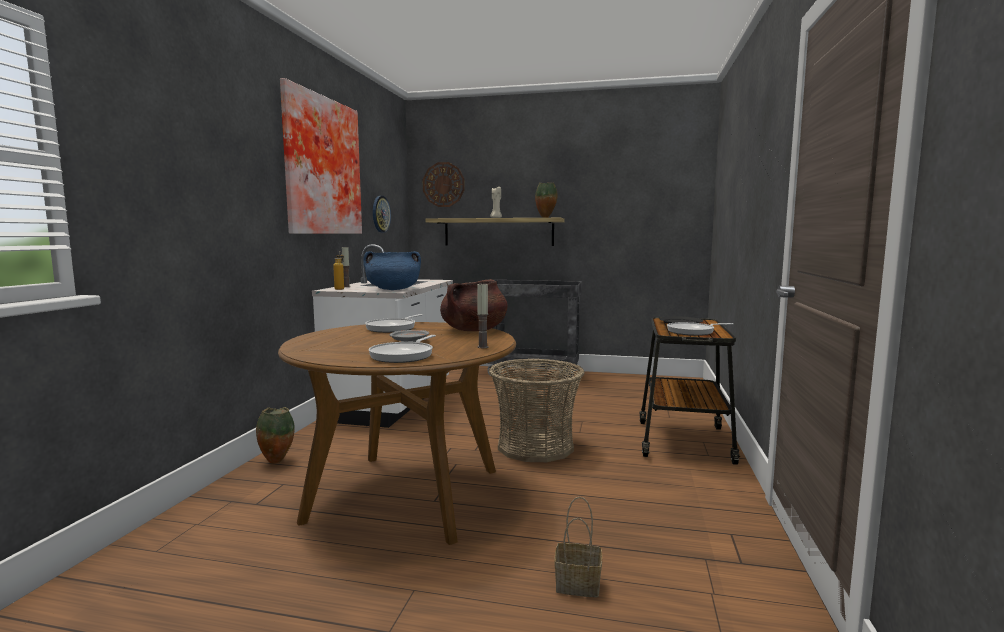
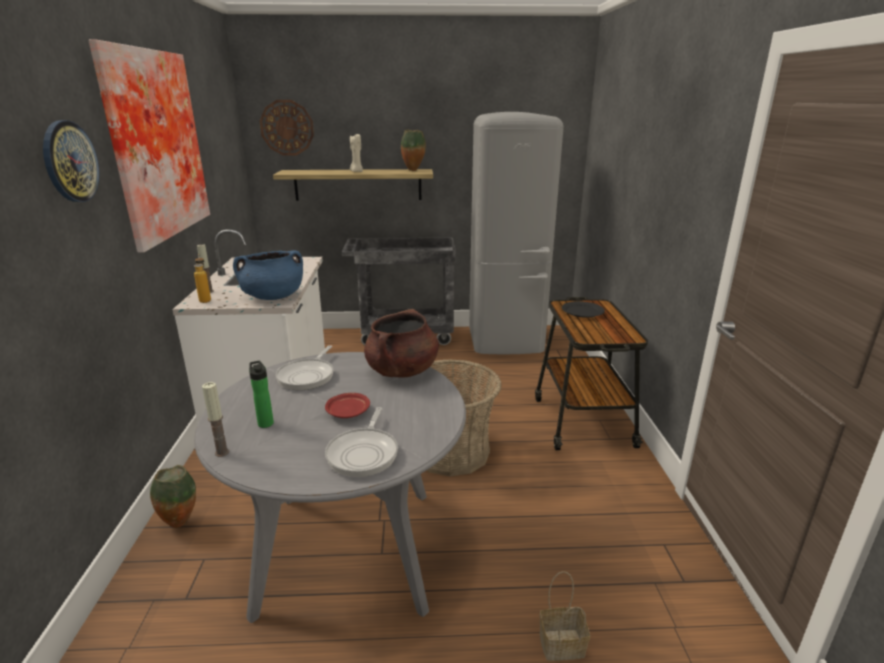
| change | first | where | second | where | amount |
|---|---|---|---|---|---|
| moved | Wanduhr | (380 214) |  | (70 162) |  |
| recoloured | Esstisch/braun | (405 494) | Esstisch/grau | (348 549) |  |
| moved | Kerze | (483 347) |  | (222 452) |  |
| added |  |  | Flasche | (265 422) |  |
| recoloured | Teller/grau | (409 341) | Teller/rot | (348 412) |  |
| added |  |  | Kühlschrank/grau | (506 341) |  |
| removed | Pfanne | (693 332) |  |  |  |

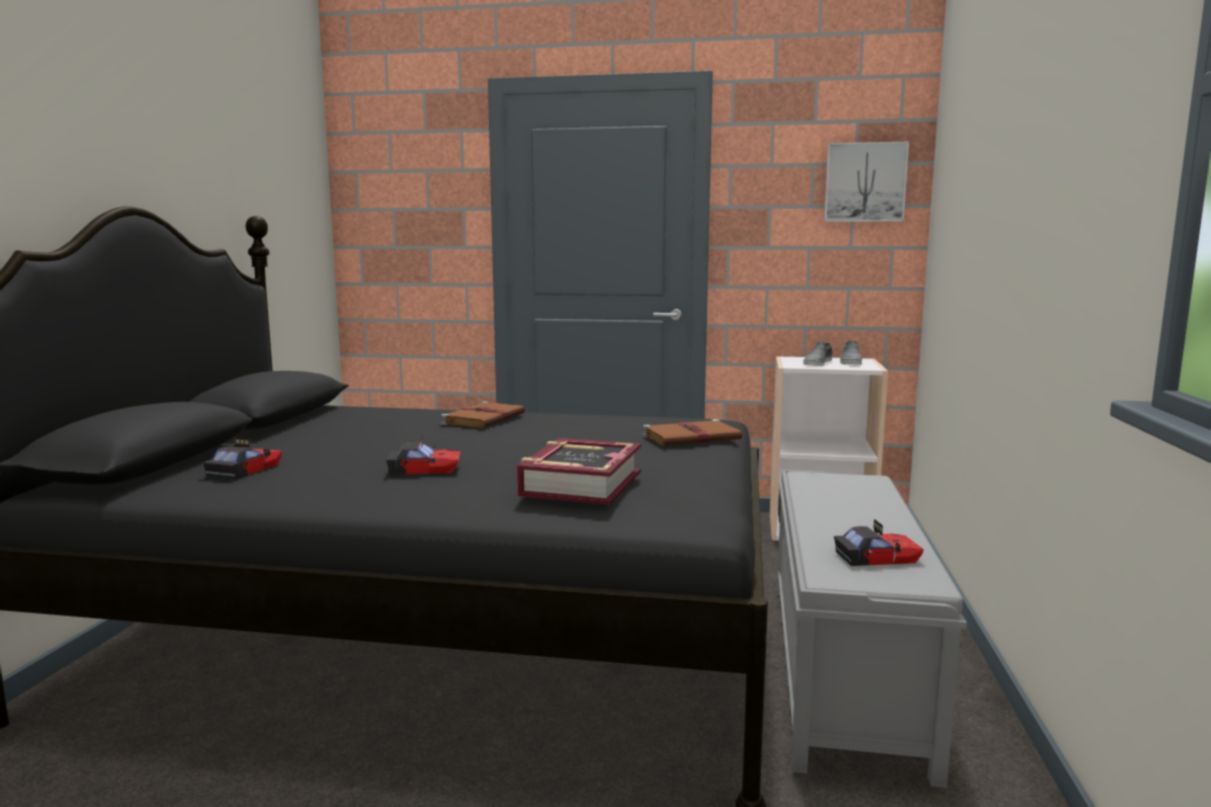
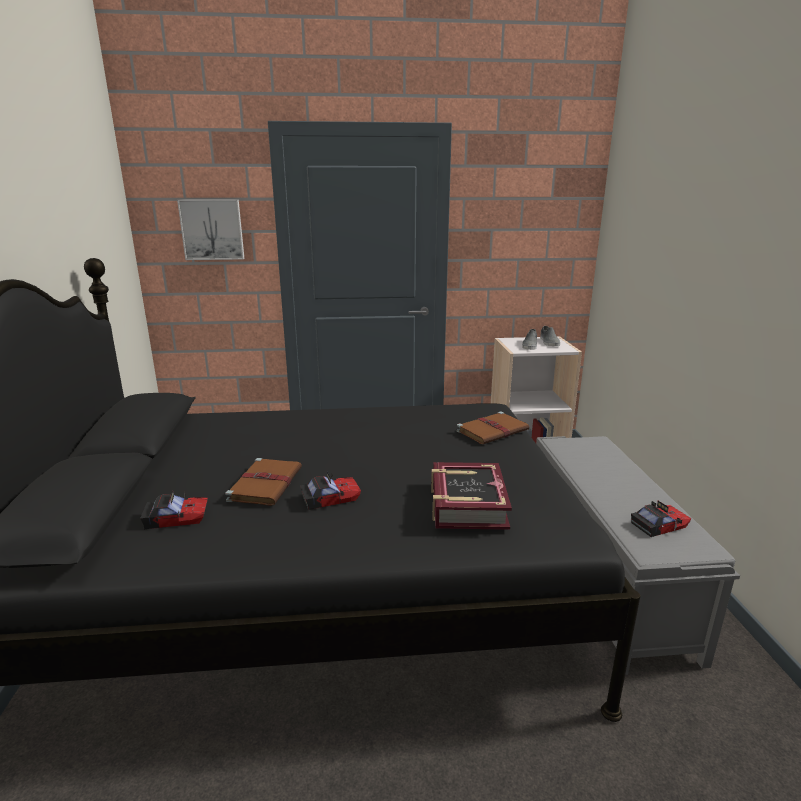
| change | first | where | second | where | amount |
|---|---|---|---|---|---|
| turned | Spielzeugauto | (244 469) |  | (176 517) | 75 degrees clockwise |
| moved | Bild | (865 182) |  | (212 229) |  |
| moved | Buch/braun | (484 418) |  | (266 483) |  |

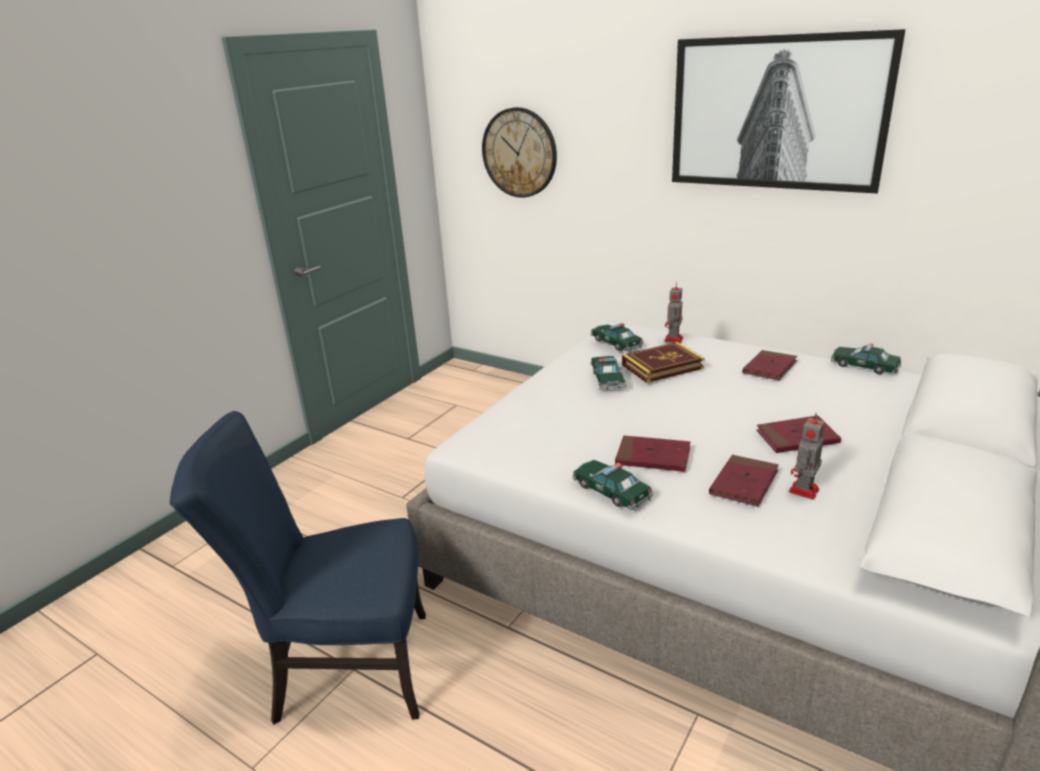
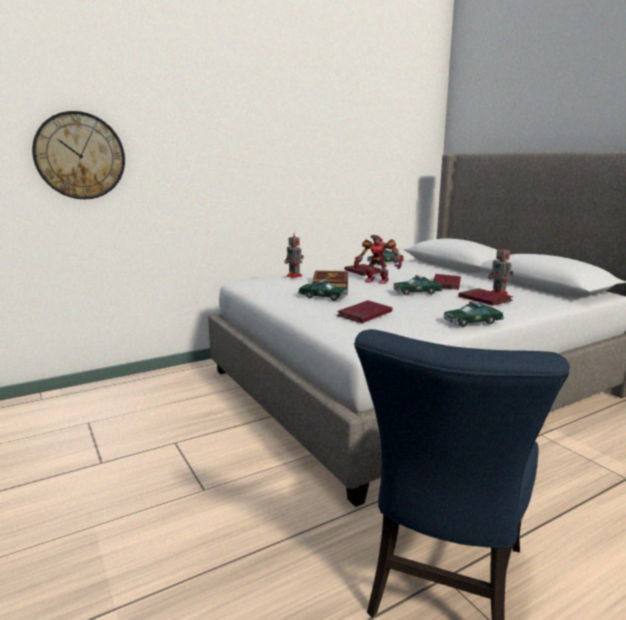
| change | first | where | second | where | amount |
|---|---|---|---|---|---|
| moved | Buch/rot | (653 457) |  | (364 314) |  |
| added |  |  | Spielzeugroboter | (377 280) |  |
| moved | Spielzeugauto | (616 343) |  | (417 292) |  |
| removed | Bild | (777 113) |  |  |  |

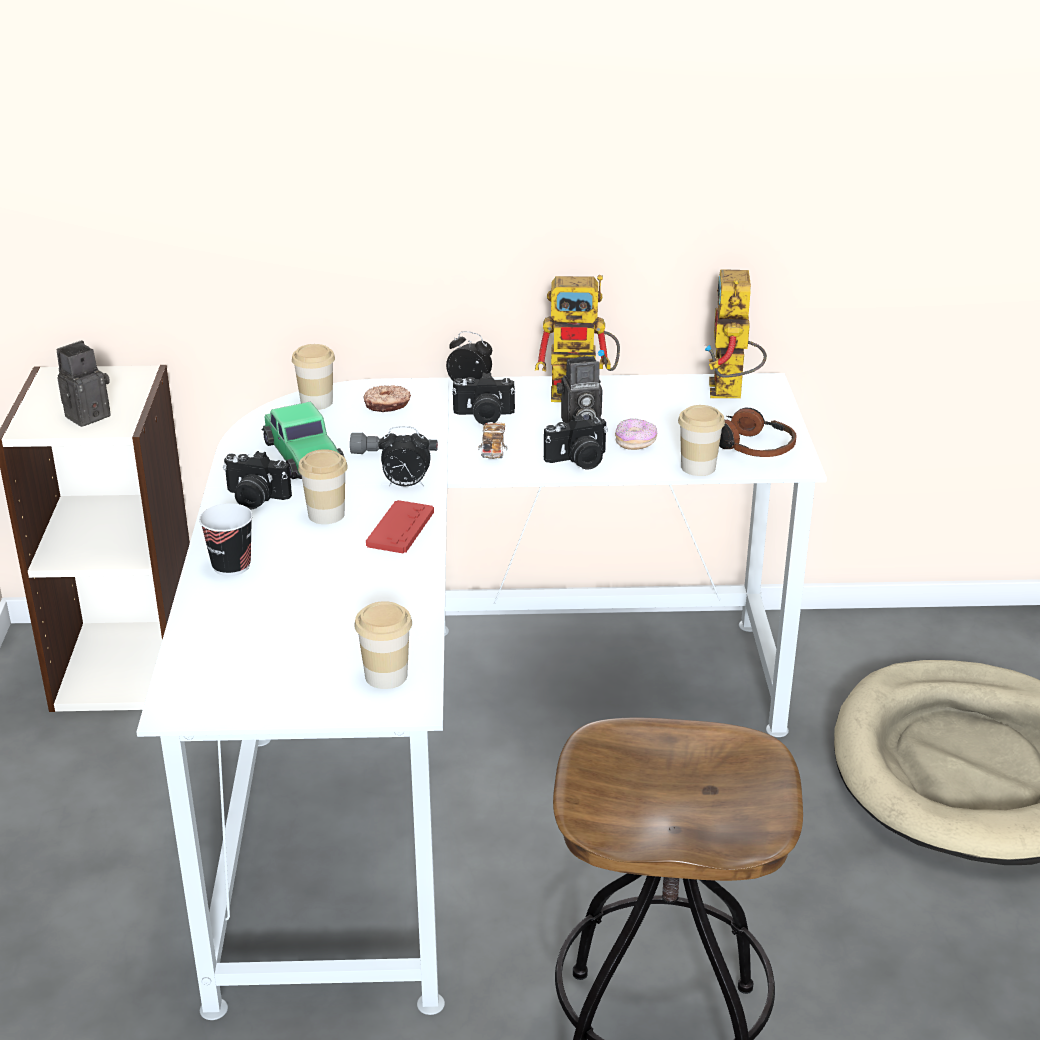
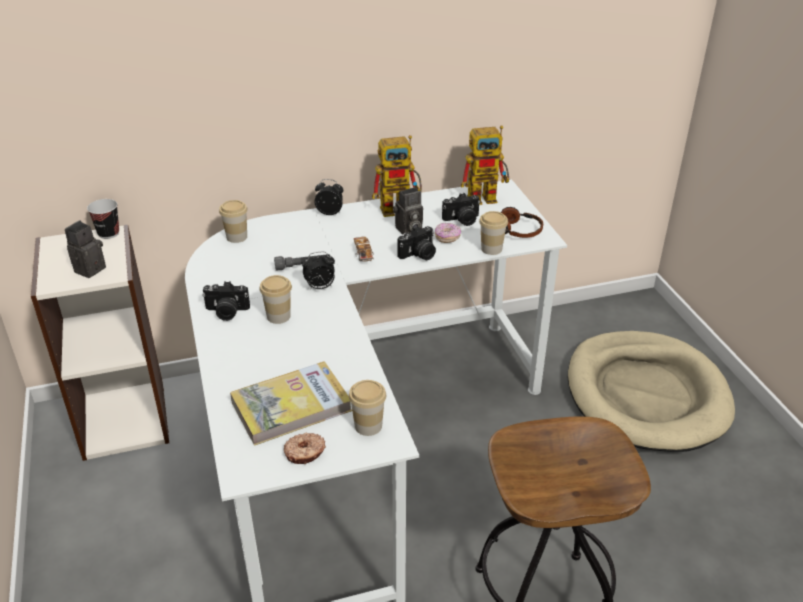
| change | first | where | second | where | amount |
|---|---|---|---|---|---|
| moved | Tasse | (231 566) |  | (108 233) |  |
| added |  |  | Buch | (291 406) |  |
| moved | Donut | (387 405) |  | (305 453) |  |
| moved | Kamera | (483 417) |  | (462 220) |  |
| turned | Spielzeugroboter | (730 394) |  | (487 197) | 90 degrees counterclockwise |
| removed | Spielzeugauto | (303 456) |  |  |  |
| removed | Gamepad/rot | (400 528) |  |  |  |

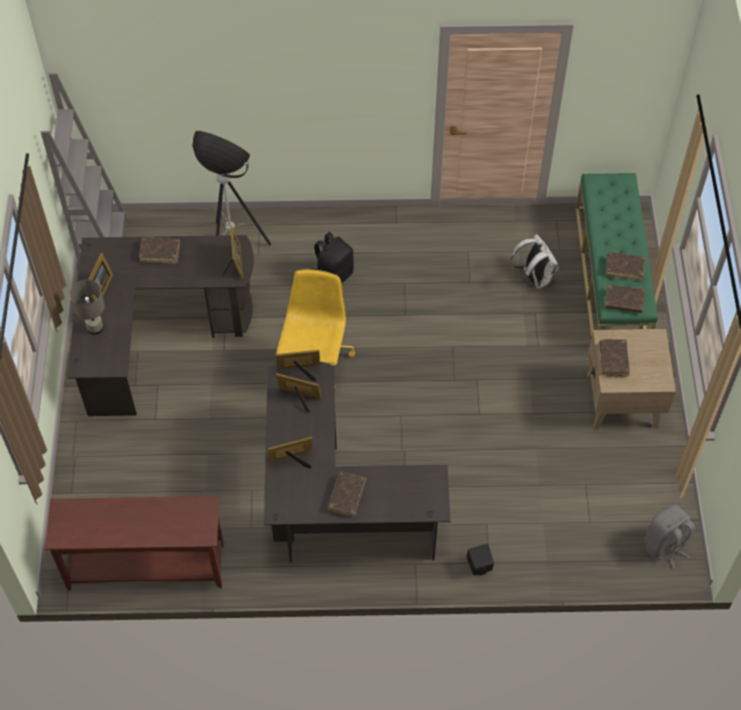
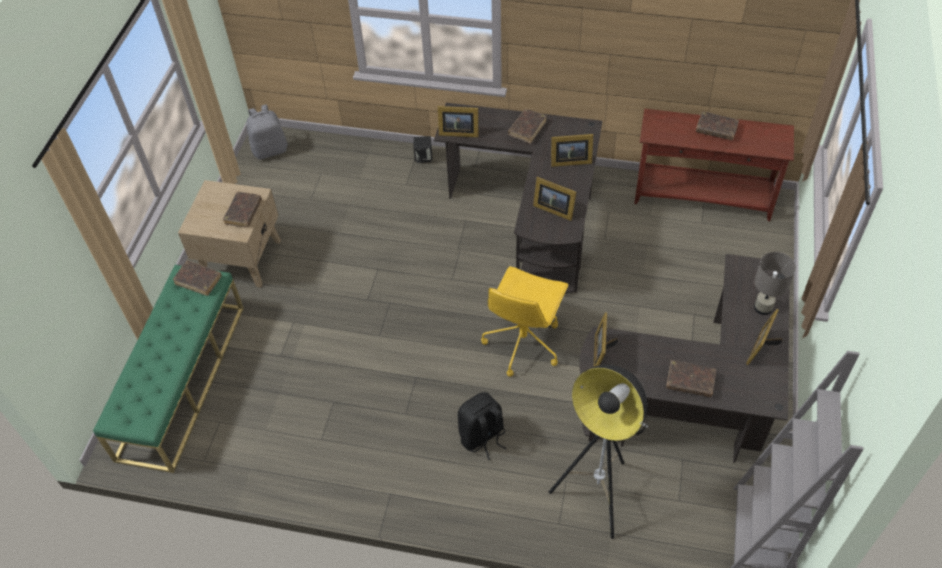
| change | first | where | second | where | amount |
|---|---|---|---|---|---|
| moved | Bilderrahmen | (300 371) |  | (457 132) |  |
| moved | Buch/braun | (624 268) |  | (716 129) |  |
| removed | Rucksack/weiß | (534 278) |  |  |  |

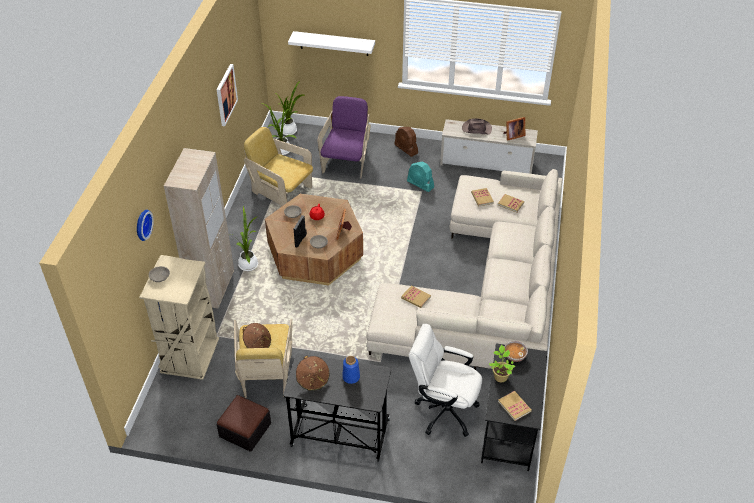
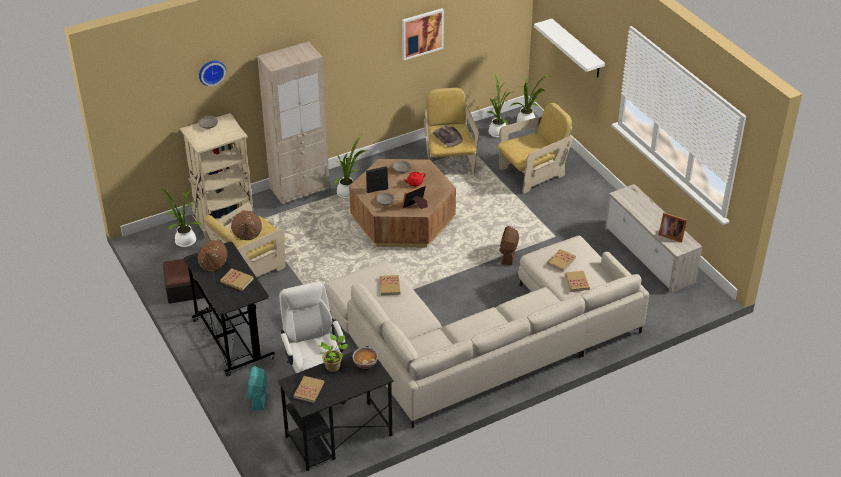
| change | first | where | second | where | amount |
|---|---|---|---|---|---|
| added |  |  | Topfpflanze | (184 240) |  |
| replaced | Vase/blau | (351 377) | Buch | (236 280) |  |
| moved | Ventilator/türkis | (420 184) |  | (258 397) |  |
| moved | Hut/braun | (476 128) |  | (447 137) |  |
| recoloured | Sessel/lila | (346 162) | Sessel/gelb | (532 174) |  |
| moved | Ventilator/braun | (406 149) |  | (508 254) |  |

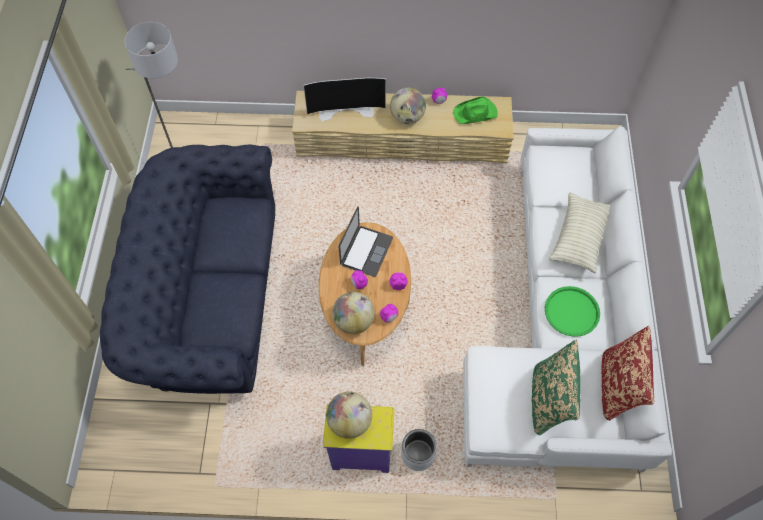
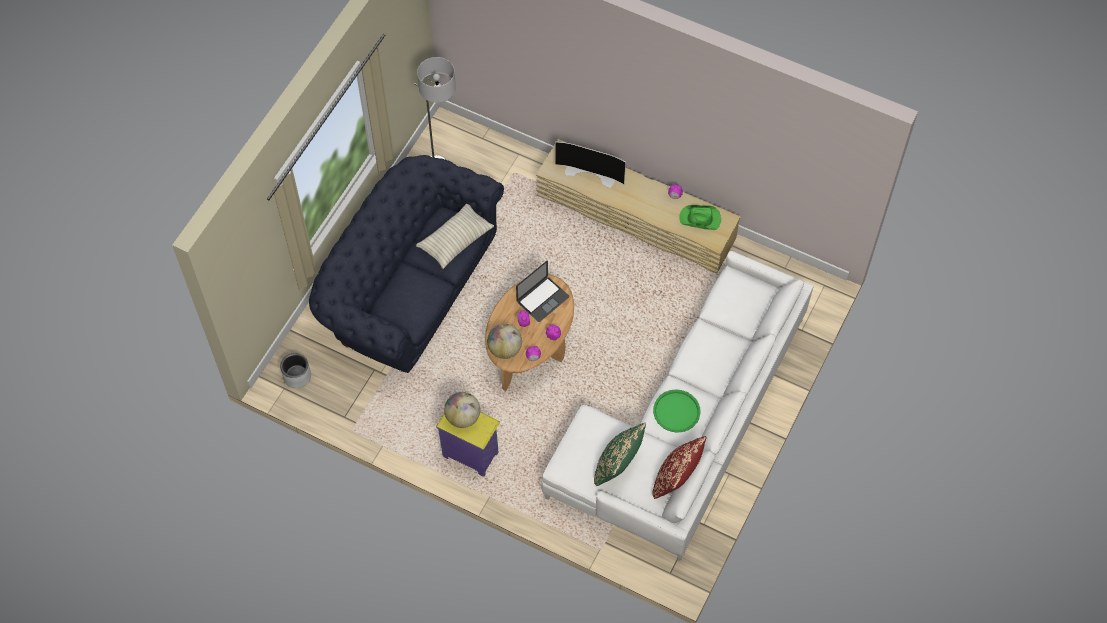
| change | first | where | second | where | amount |
|---|---|---|---|---|---|
| moved | Pflanzkübel/grau | (417 454) |  | (297 376) |  |
| moved | Kissen | (579 238) |  | (455 241) |  |
| removed | Globus | (407 117) |  |  |  |

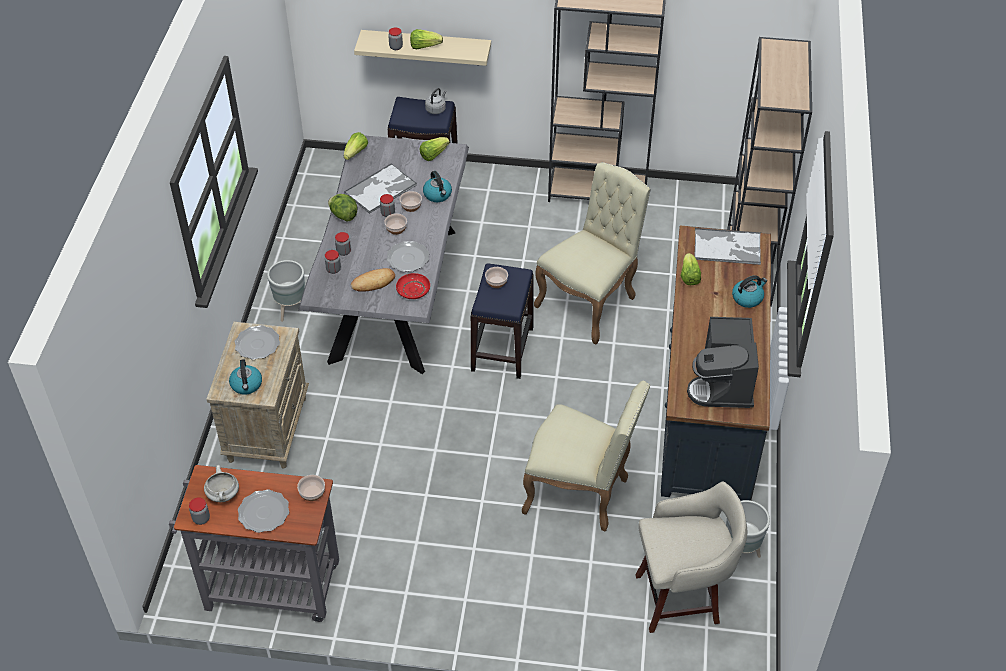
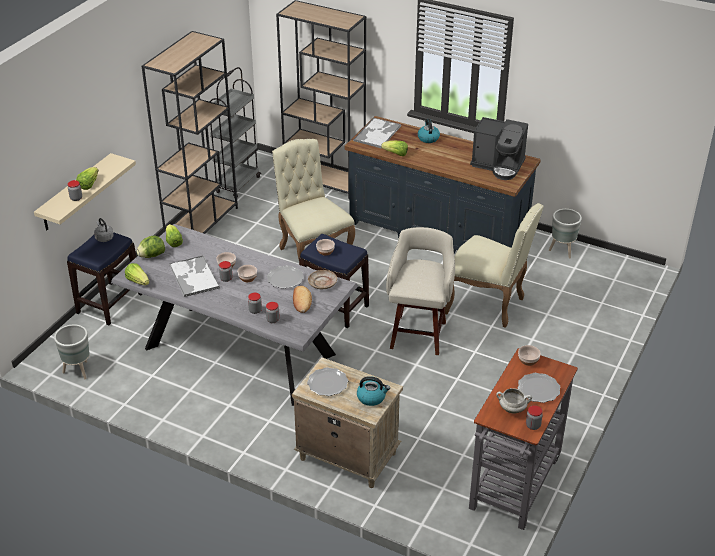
| change | first | where | second | where | amount |
|---|---|---|---|---|---|
| moved | Pflanzkübel/grau | (292 310) |  | (78 370) |  |
| moved | Salatkopf | (343 215) |  | (152 256) |  |
| added |  |  | Rollwagen/grau | (237 185) |  |
| recoloured | Teller/rot | (413 290) | Teller/beige | (322 283) |  |
| moved | Hocker/beige | (681 599) |  | (419 333) |  |
| turned | Stuhl/beige | (579 493) |  | (487 304) | 75 degrees clockwise |
| removed | Wasserkessel | (438 195) |  |  |  |

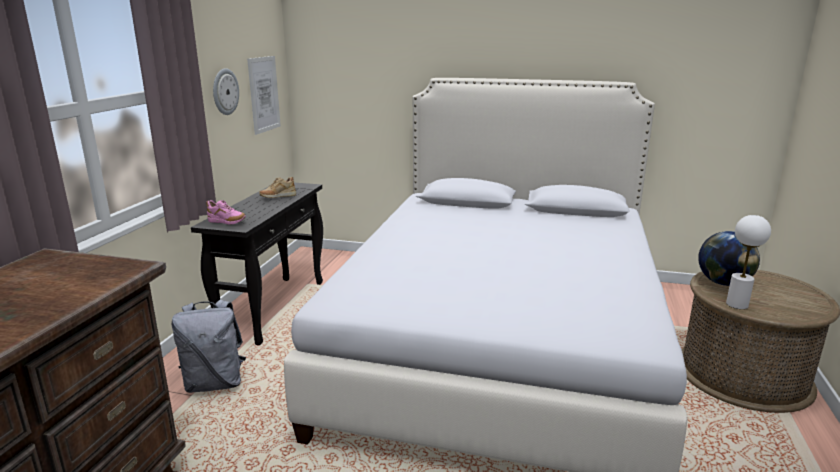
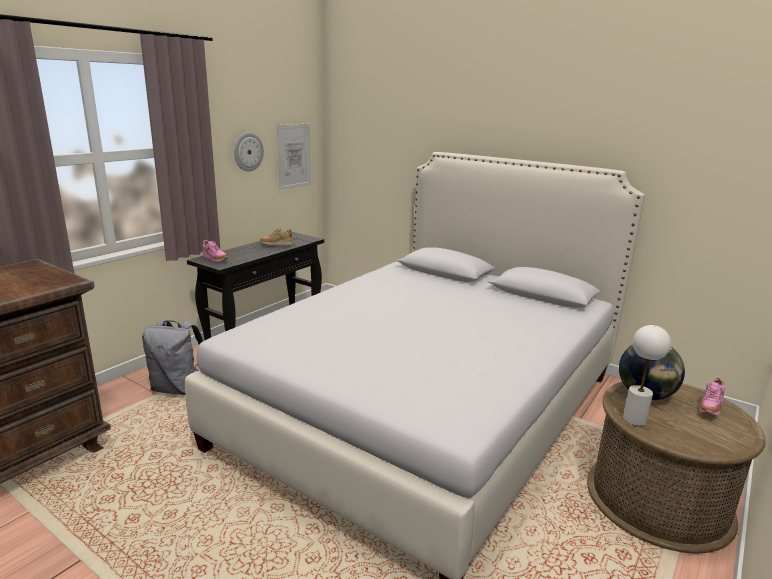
| change | first | where | second | where | amount |
|---|---|---|---|---|---|
| added |  |  | Schuh/rosa | (710 409) |  |

